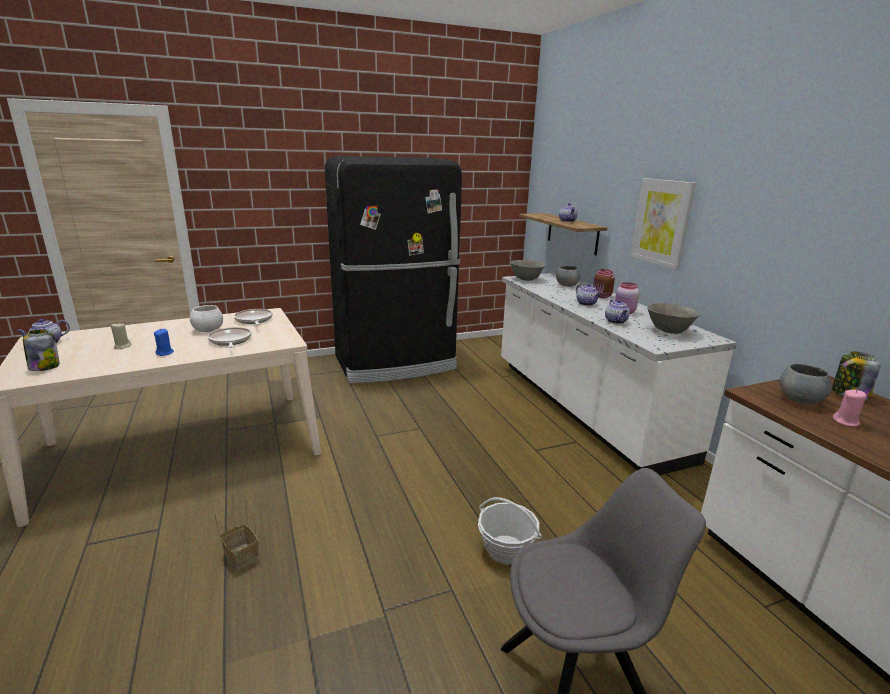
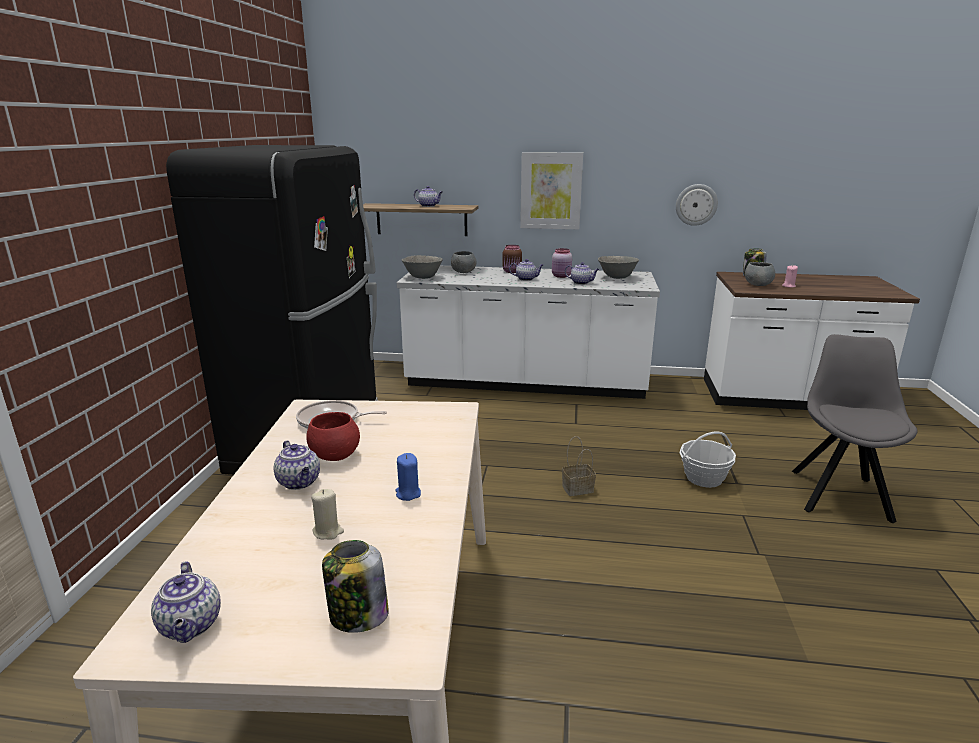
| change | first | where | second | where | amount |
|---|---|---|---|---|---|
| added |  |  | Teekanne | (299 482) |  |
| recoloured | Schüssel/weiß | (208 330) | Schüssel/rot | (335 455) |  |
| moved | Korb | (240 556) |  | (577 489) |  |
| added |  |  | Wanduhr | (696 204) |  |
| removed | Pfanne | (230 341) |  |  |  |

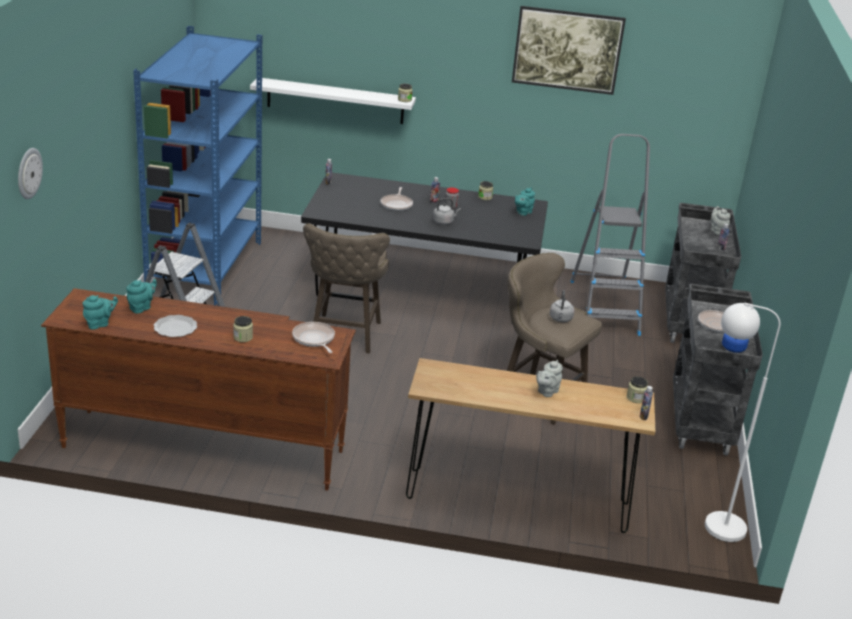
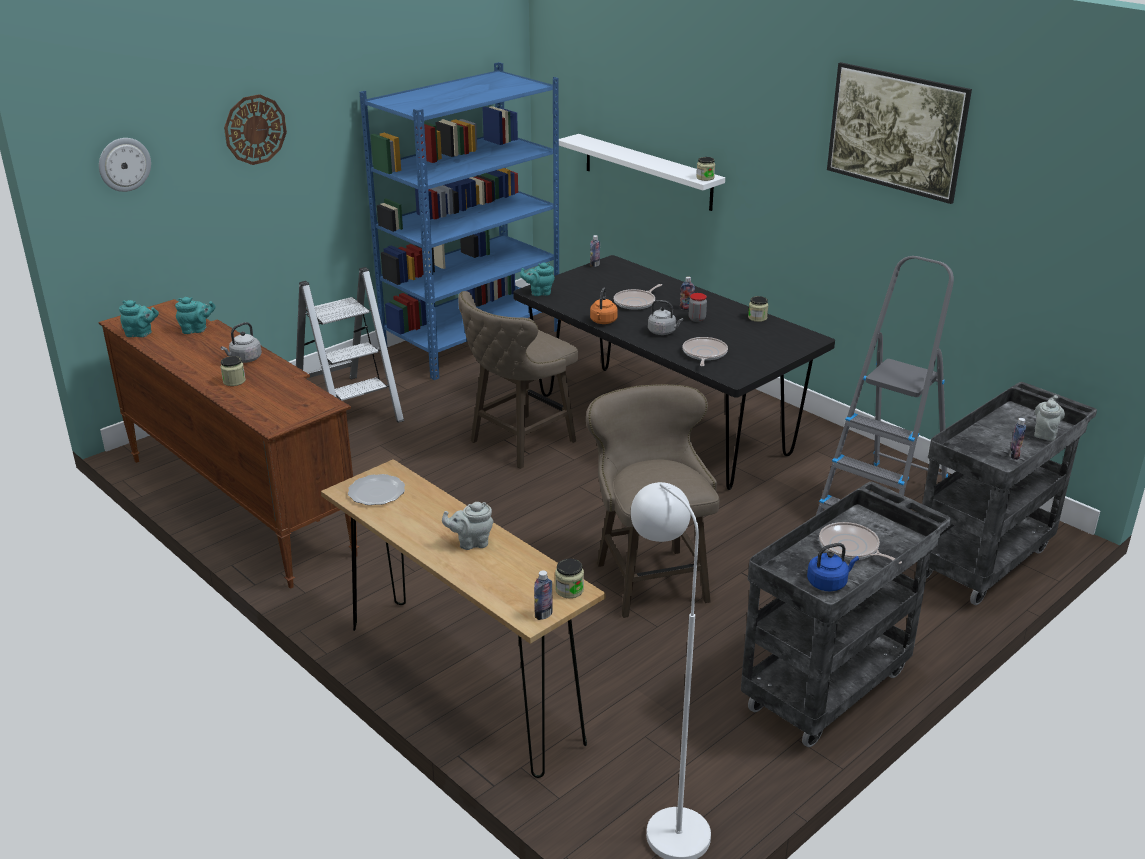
| change | first | where | second | where | amount |
|---|---|---|---|---|---|
| moved | Wasserkessel/grau | (560 319) |  | (244 359) |  |
| added |  |  | Wanduhr | (255 129) |  |
| moved | Teller | (175 327) |  | (377 492) |  |
| moved | Teekanne/türkis | (523 212) |  | (539 293) |  |
| added |  |  | Wasserkessel/orange | (603 321) |  |
| moved | Pfanne | (314 339) |  | (704 354) |  |

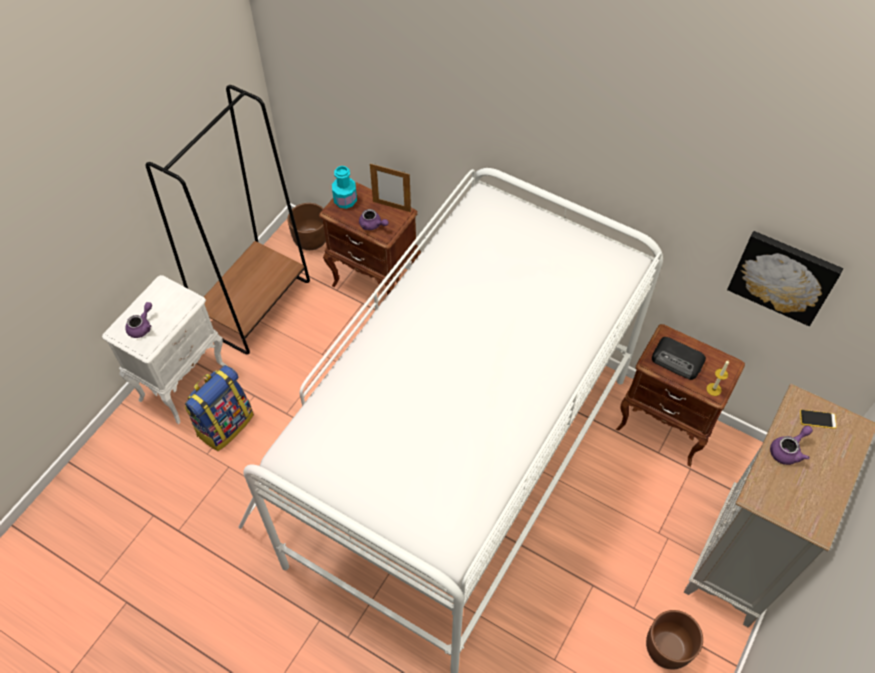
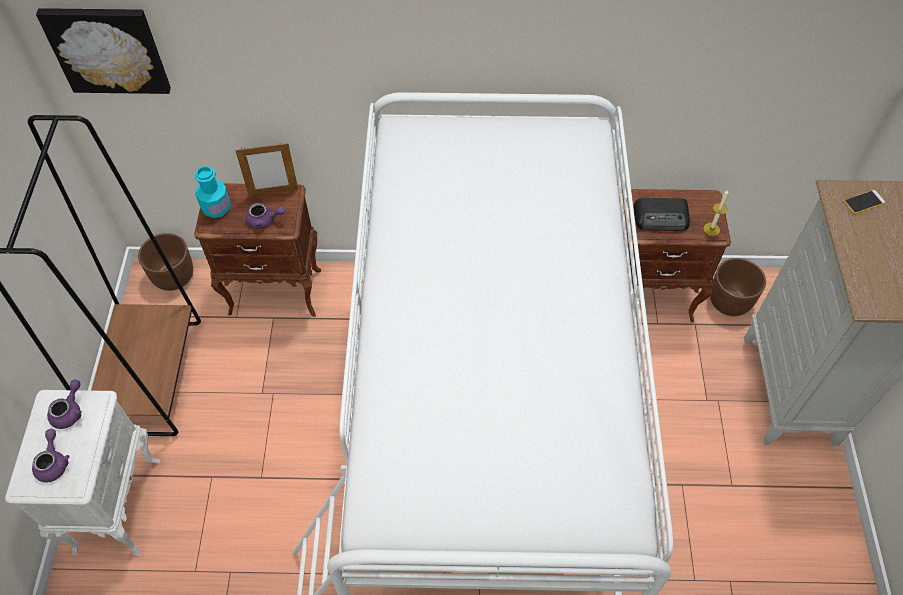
| change | first | where | second | where | amount |
|---|---|---|---|---|---|
| moved | Bild | (783 276) |  | (108 49) |  |
| moved | Teekanne/lila | (788 450) |  | (70 411) |  |
| moved | Pflanzkübel/braun | (667 648) |  | (730 301) |  |
| removed | Rucksack | (225 424) |  |  |  |

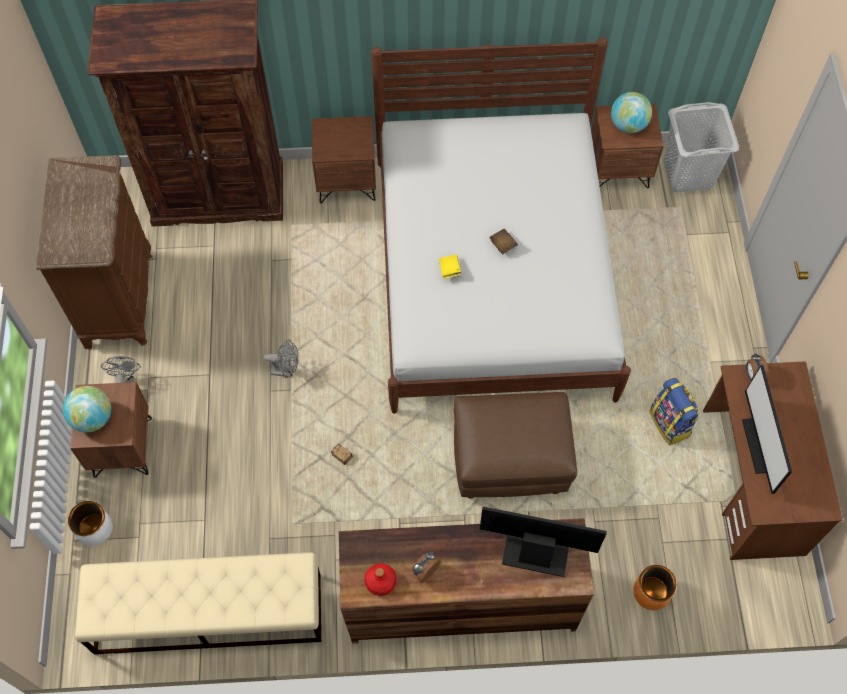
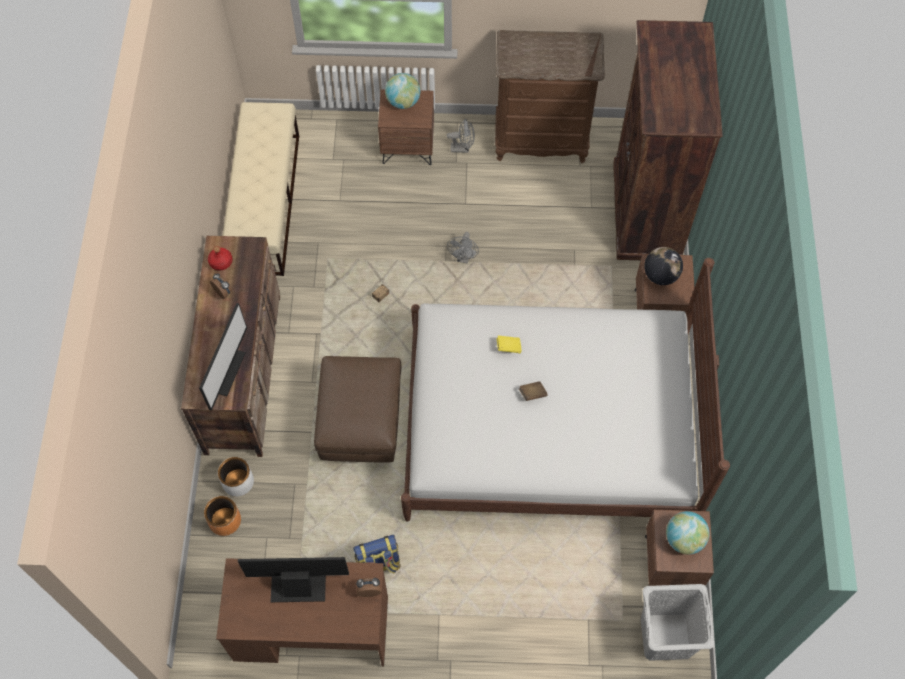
| change | first | where | second | where | amount |
|---|---|---|---|---|---|
| moved | Pflanzkübel/weiß | (94 529) |  | (238 481) |  |
| added |  |  | Globus | (660 275) |  |

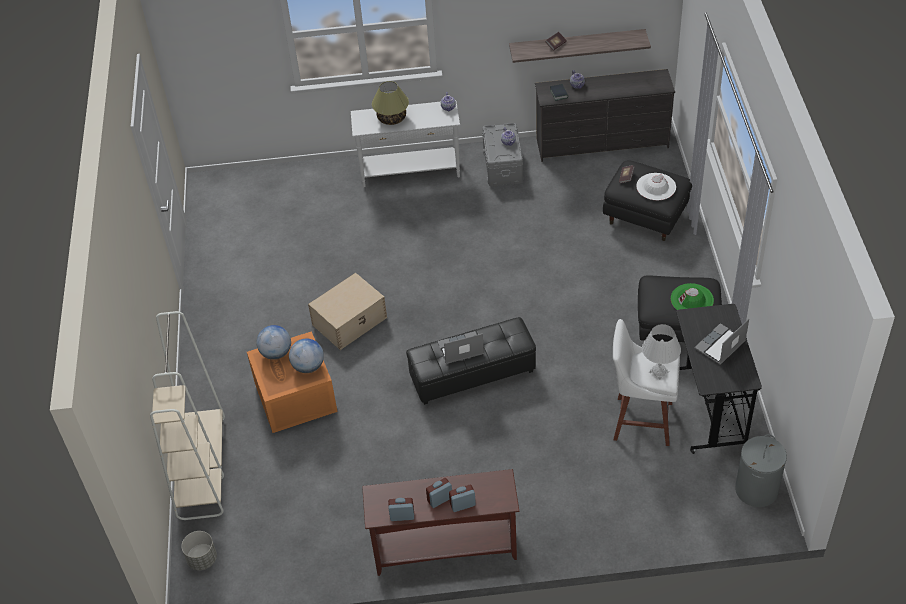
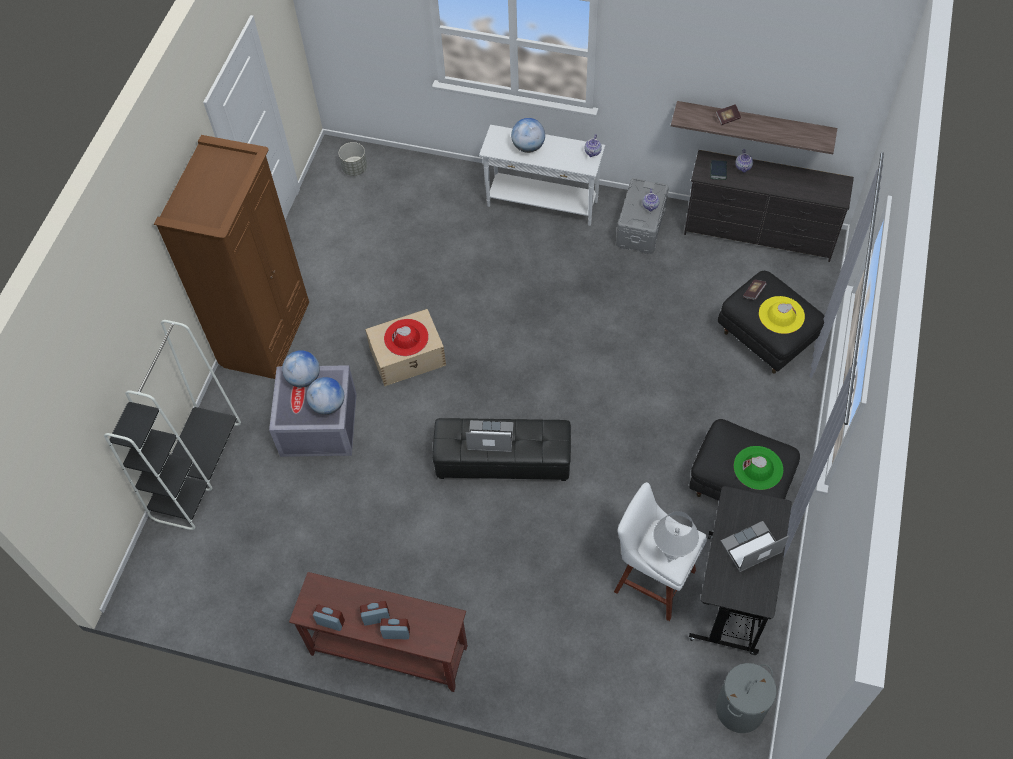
| change | first | where | second | where | amount |
|---|---|---|---|---|---|
| recoloured | Kleiderständer/beige | (202 468) | Kleiderständer/schwarz | (198 471) |  |
| added |  |  | Kleiderschrank/braun | (265 334) |  |
| recoloured | Aufbewahrungsbox/orange | (297 397) | Aufbewahrungsbox/grau | (319 425) |  |
| moved | Pflanzkübel/grau | (202 559) |  | (355 168) |  |
| added |  |  | Hut/rot | (406 337) |  |
| replaced | Tischlampe | (392 118) | Globus | (528 147) |  |
| recoloured | Hut/weiß | (656 187) | Hut/gelb | (781 315) |  |

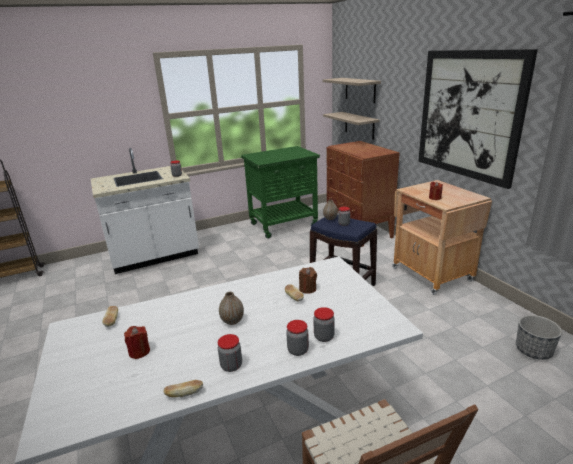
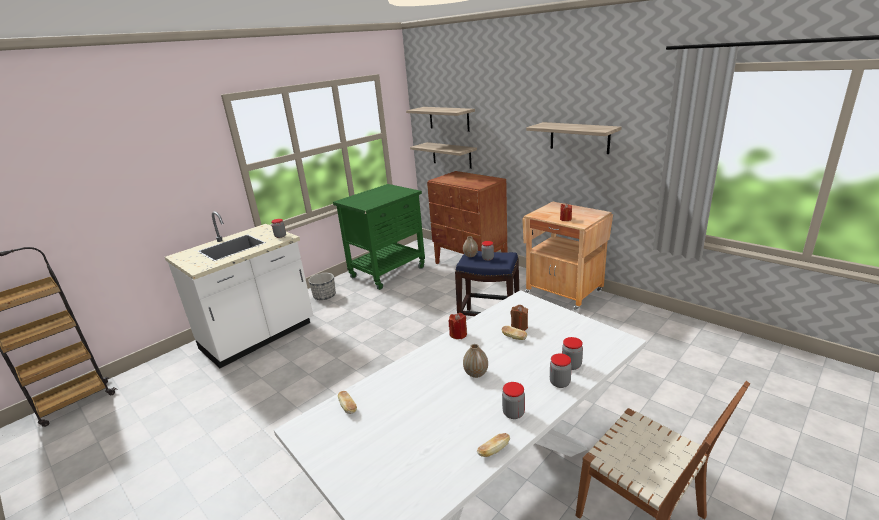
| change | first | where | second | where | amount |
|---|---|---|---|---|---|
| moved | Pflanzkübel | (533 351) |  | (324 296) |  |
| moved | Kerze/rot | (139 352) |  | (458 334) |  |
| replaced | Bild | (468 115) | Wandregal | (579 137) |  |

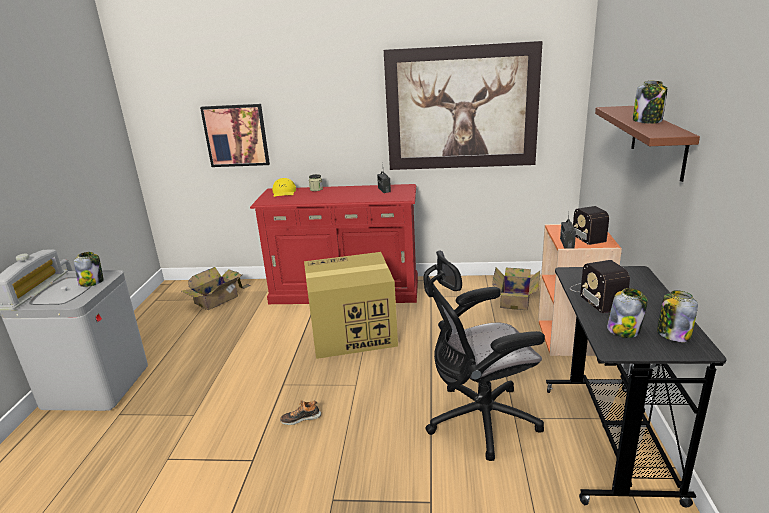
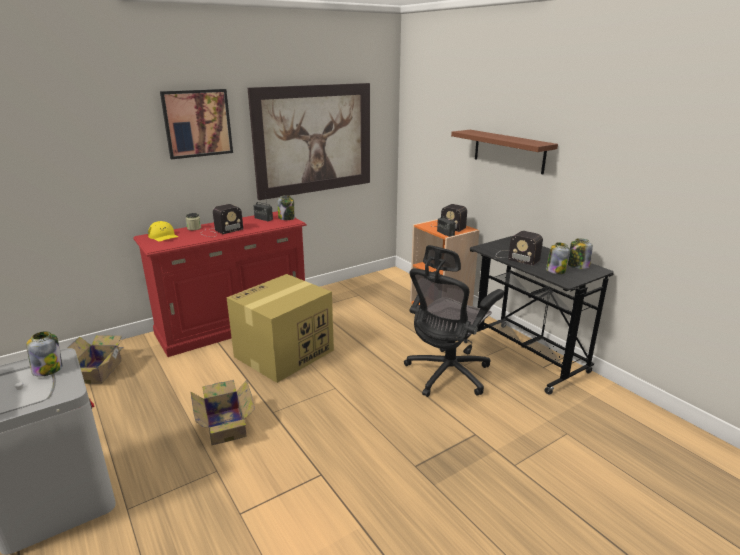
| change | first | where | second | where | amount |
|---|---|---|---|---|---|
| moved | Bild | (236 135) |  | (197 123) |  |
| moved | Karton | (516 299) |  | (226 424) |  |
| added |  |  | Radio | (220 231) |  |
| moved | Vorratsglas | (647 121) |  | (287 218) |  |
| removed | Schuh | (301 418) |  |  |  |

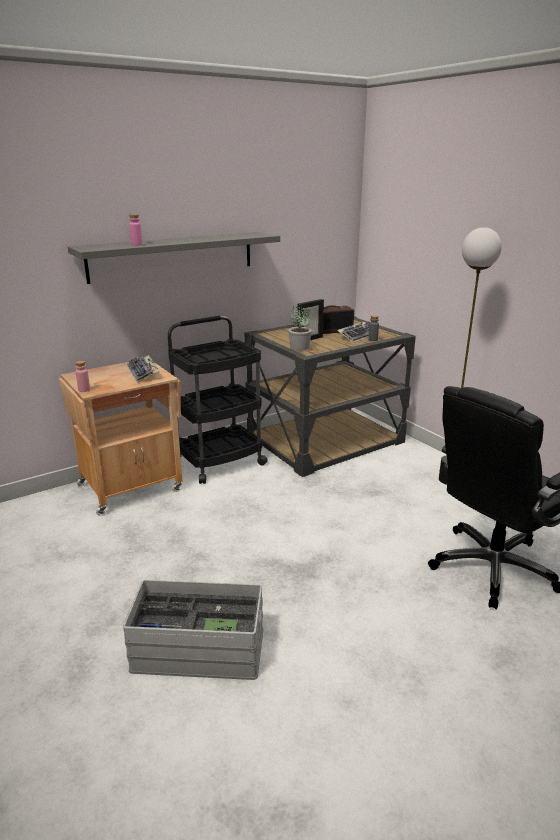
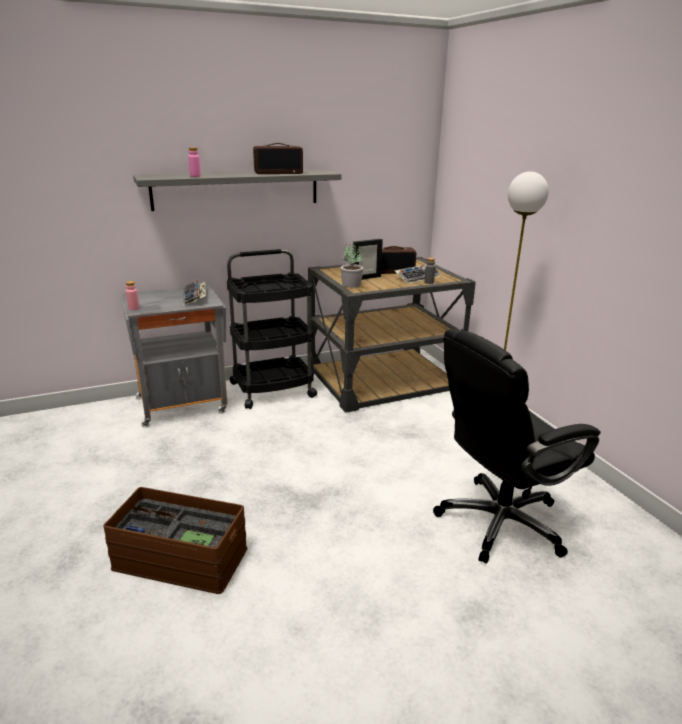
| change | first | where | second | where | amount |
|---|---|---|---|---|---|
| recoloured | Aufbewahrungsbox/grau | (198 650) | Aufbewahrungsbox/braun | (179 559) |  |
| recoloured | Rollwagen/braun | (132 487) | Rollwagen/grau | (183 405) |  |
| added |  |  | Radio | (278 173) |  |

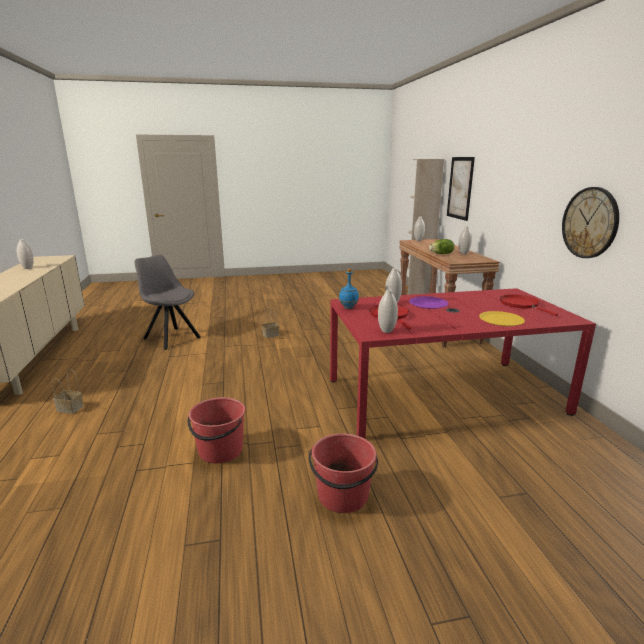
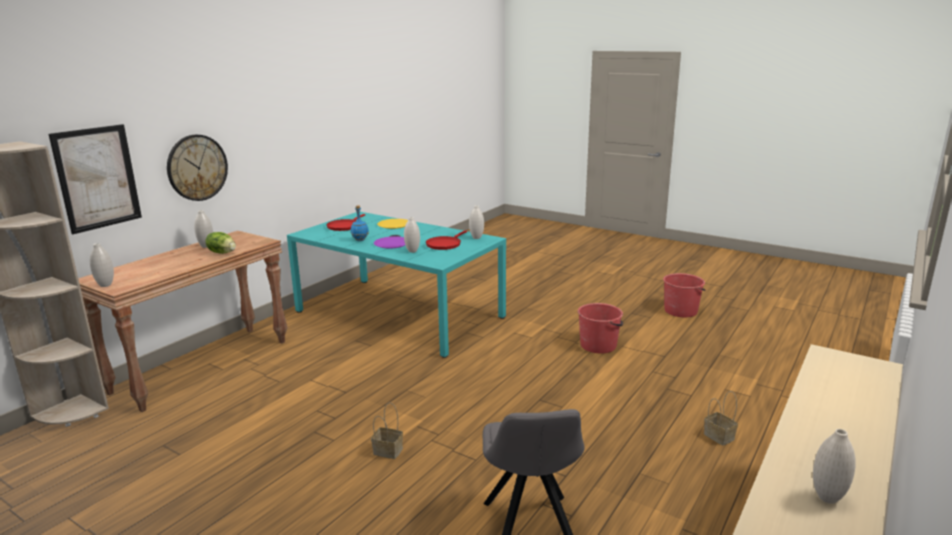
| change | first | where | second | where | amount |
|---|---|---|---|---|---|
| moved | Wanduhr | (590 223) |  | (197 167) |  |
| recoloured | Esstisch/rot | (443 396) | Esstisch/türkis | (399 314) |  |
| moved | Flasche/blau | (348 307) |  | (360 240) |  |
| moved | Eimer/rot | (343 496) |  | (681 311) |  |

